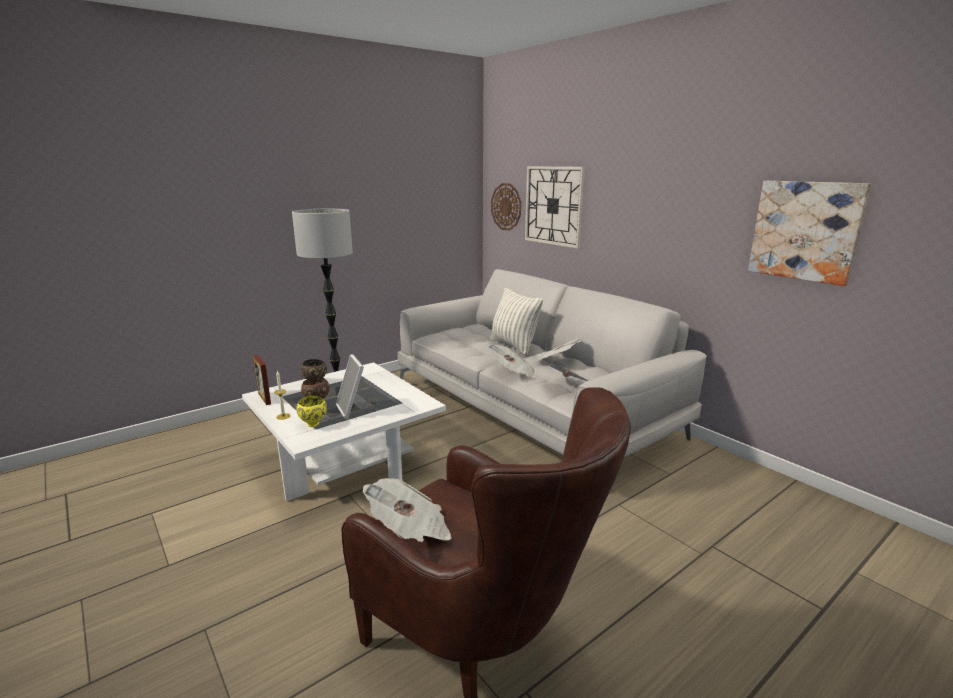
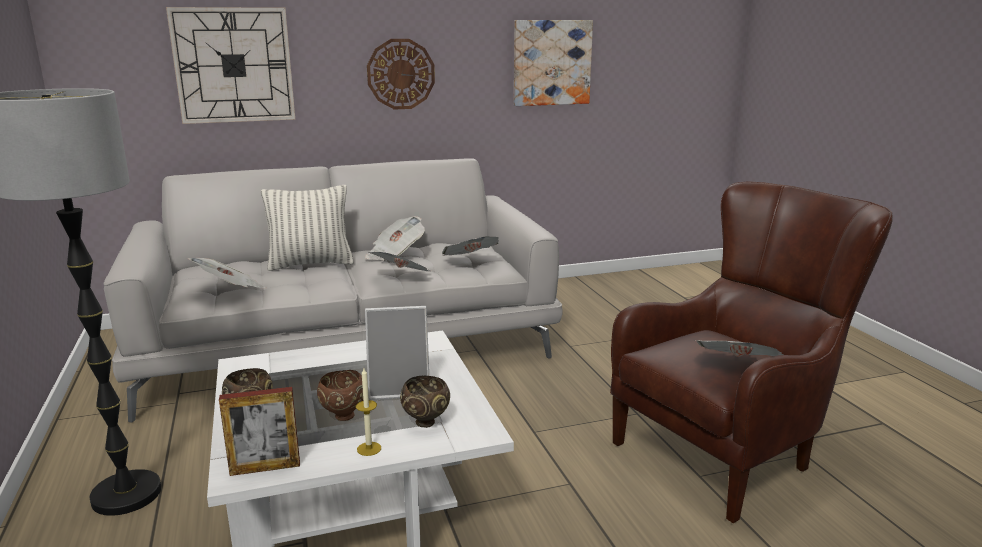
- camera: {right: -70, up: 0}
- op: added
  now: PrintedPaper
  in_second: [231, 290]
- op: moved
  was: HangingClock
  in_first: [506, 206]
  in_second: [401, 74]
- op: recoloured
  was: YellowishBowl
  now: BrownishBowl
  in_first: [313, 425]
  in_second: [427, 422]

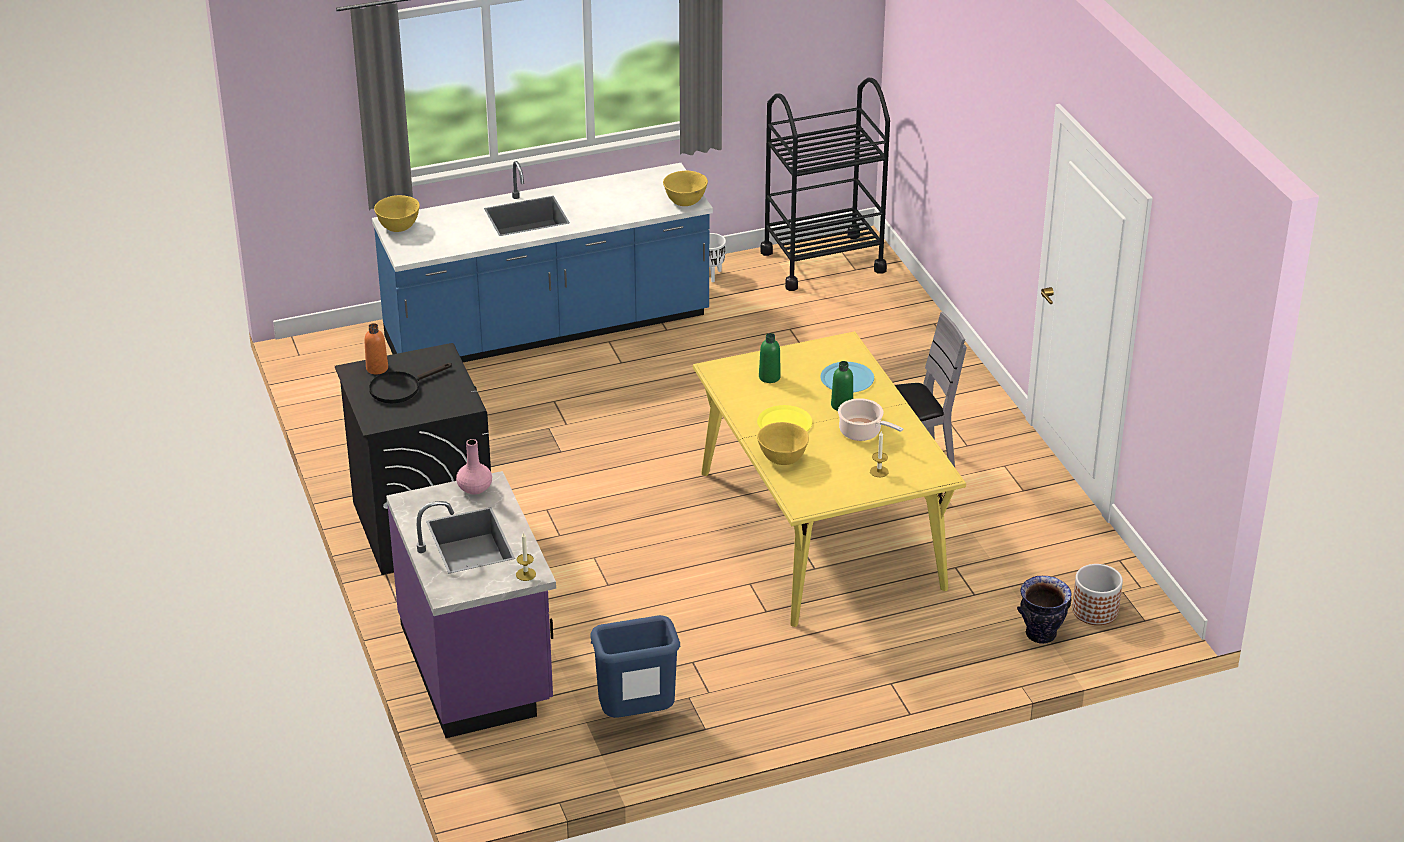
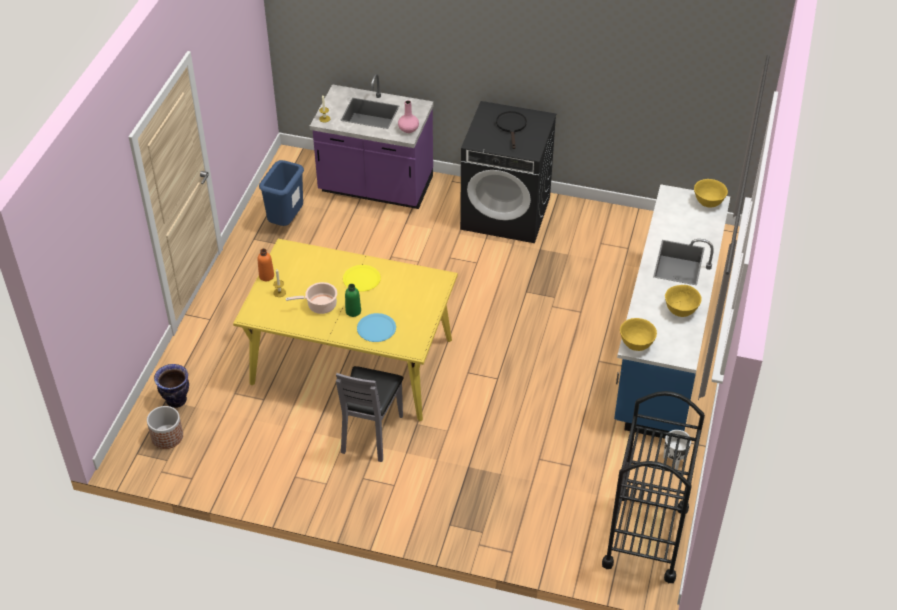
- camera: {right: 125, up: 10}
- op: removed
  was: GreenishDrinkBottle
  in_first: [769, 377]
- op: moved
  was: OrangeyDrinkBottle
  in_first: [377, 368]
  in_second: [266, 276]
- op: moved
  was: YellowishBowl
  in_first: [782, 458]
  in_second: [681, 310]

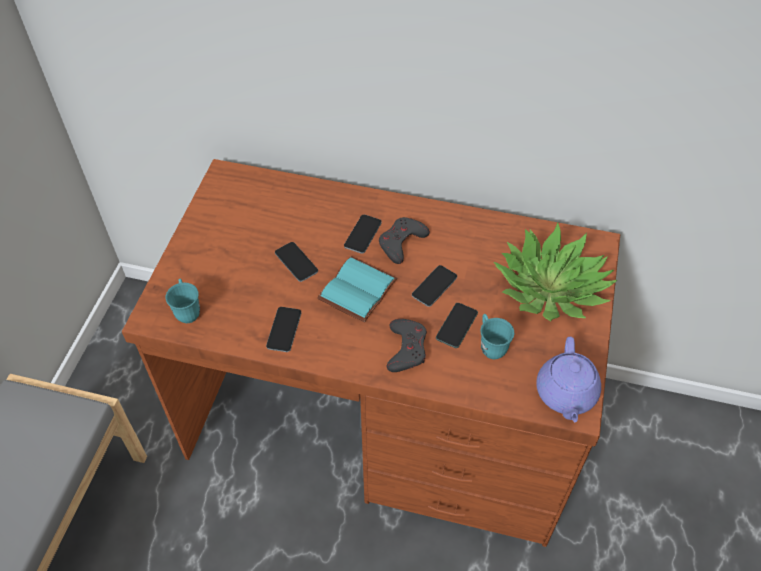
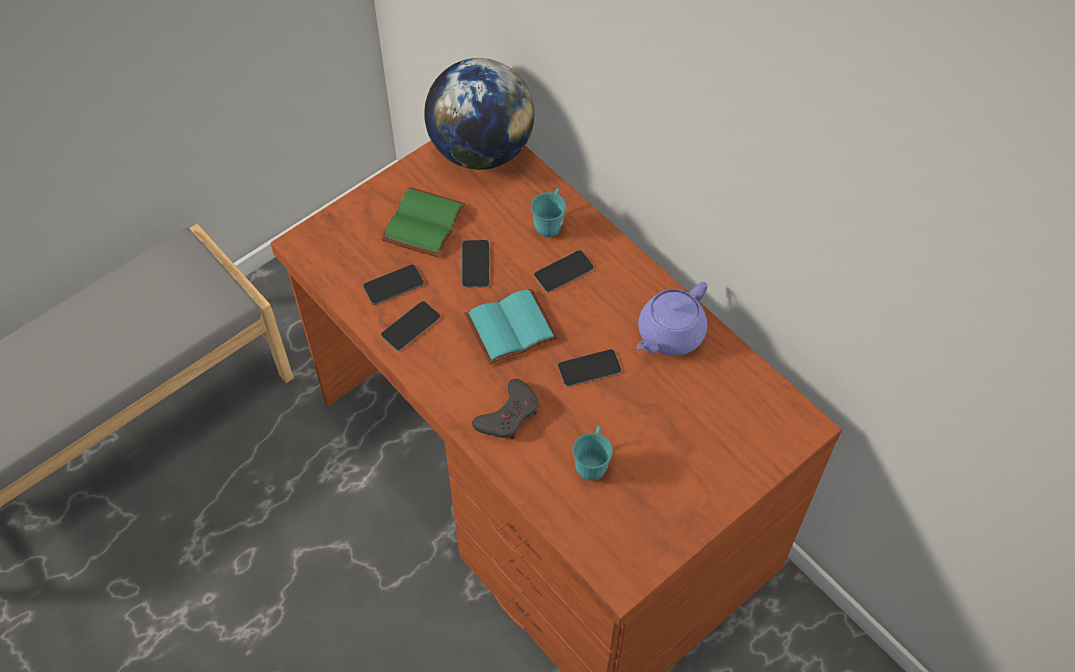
- camera: {right: 35, up: 5}
- op: removed
  was: GreyishGamepad
  in_first: [401, 242]
- op: removed
  was: PlantInAPot
  in_first: [550, 288]
- op: added
  now: GreenishBoundBook
  in_second: [425, 225]
- op: added
  now: Globe
  in_second: [481, 150]
- op: moved
  was: TurquoiseColouredMug
  in_first: [187, 310]
  in_second: [550, 223]
- op: moved
  was: Phone
  in_first: [456, 325]
  in_second: [393, 285]
- op: moved
  was: PurplishTeapot
  in_first: [565, 394]
  in_second: [669, 334]

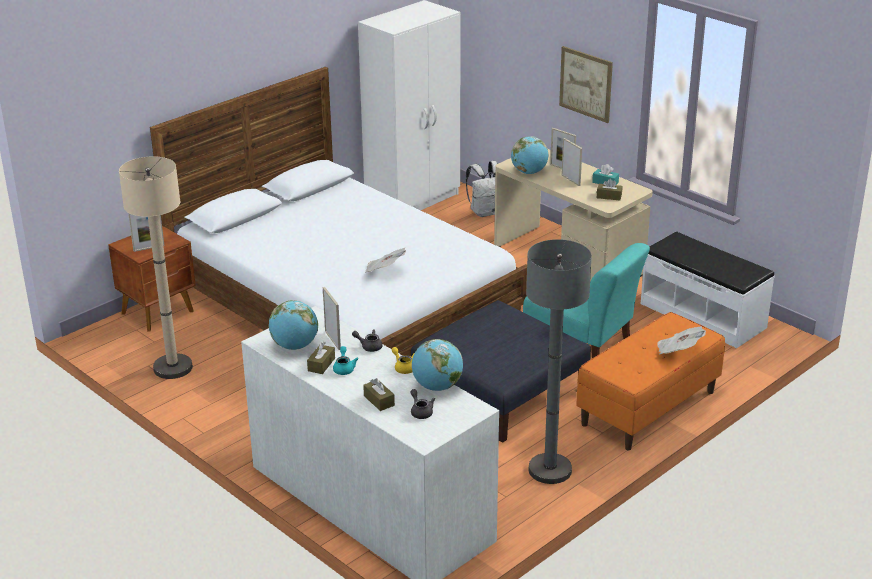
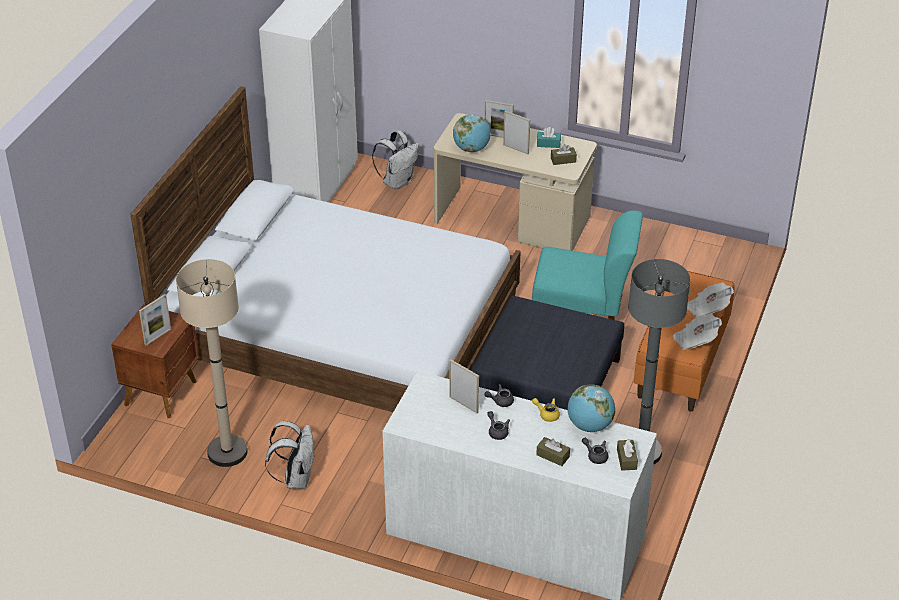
- camera: {right: -25, up: 10}
- op: removed
  was: Globe
  in_first: [295, 346]
- op: removed
  was: WallPicture
  in_first: [586, 84]
- op: removed
  was: WhiteColouredLongSeat
  in_first: [703, 315]
- op: added
  now: WhiteColouredRucksack
  in_second: [296, 478]
- op: moved
  was: BrownishTissueHolder
  in_first: [321, 364]
  in_second: [626, 459]
- op: moved
  was: PrintedPaper
  in_first: [385, 270]
  in_second: [695, 340]
- op: recoloured
  was: TurquoiseColouredTeapot
  now: GreyishTeapot
  in_first: [344, 368]
  in_second: [497, 431]

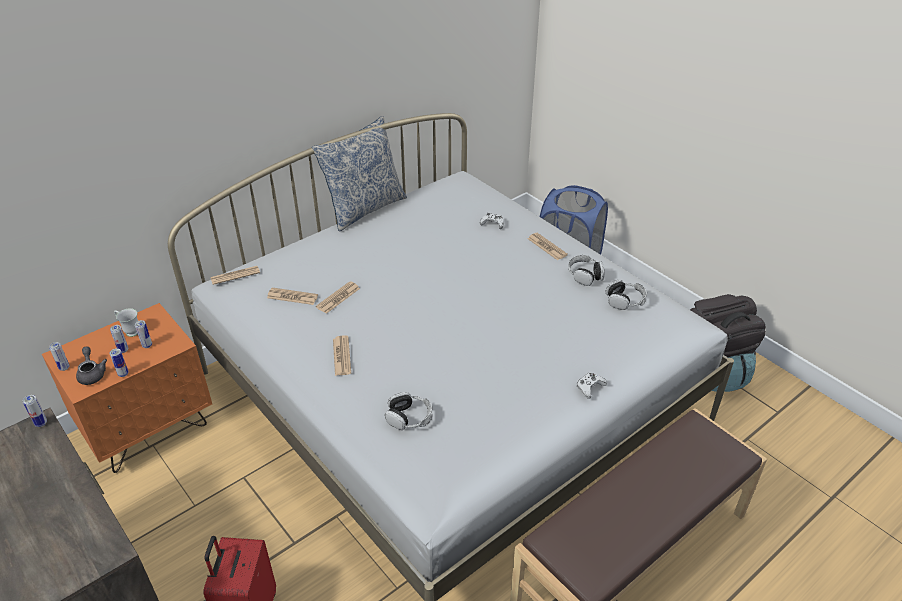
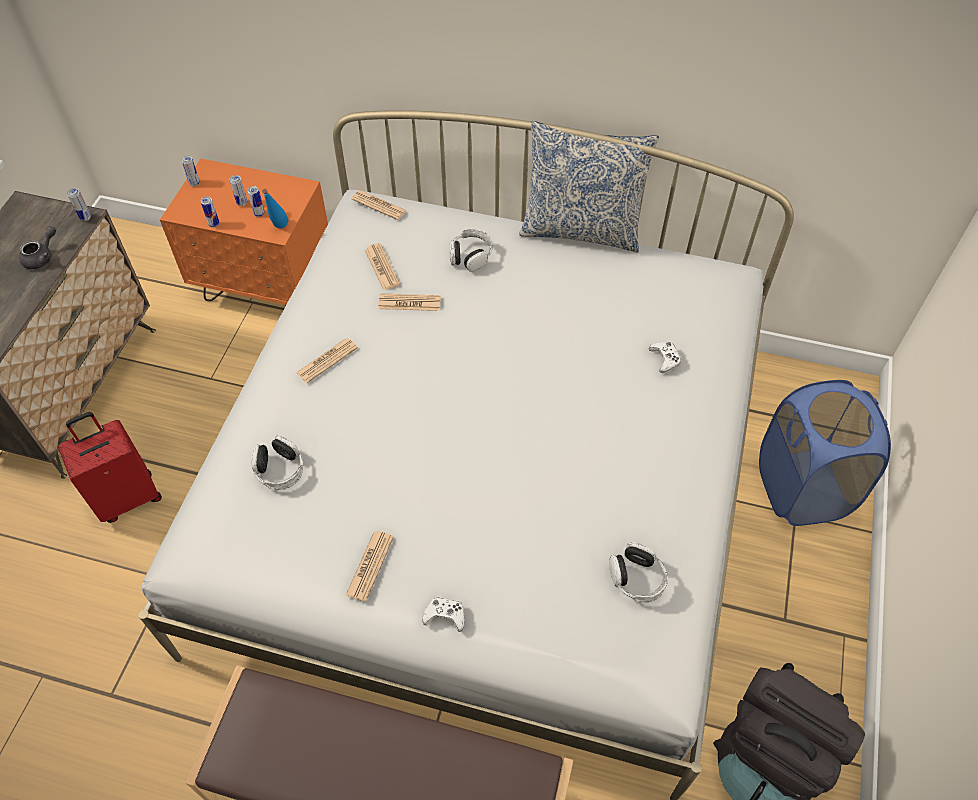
- camera: {right: 55, up: 15}
- op: removed
  was: WhiteColouredMug
  in_first: [130, 331]
- op: added
  now: BlueDrinkBottle
  in_second: [279, 230]
- op: moved
  was: GreyishTeapot
  in_first: [92, 373]
  in_second: [42, 257]
- op: moved
  was: PrintedPaper
  in_first: [547, 247]
  in_second: [370, 566]
- op: moved
  was: Headset
  in_first: [585, 275]
  in_second: [470, 256]

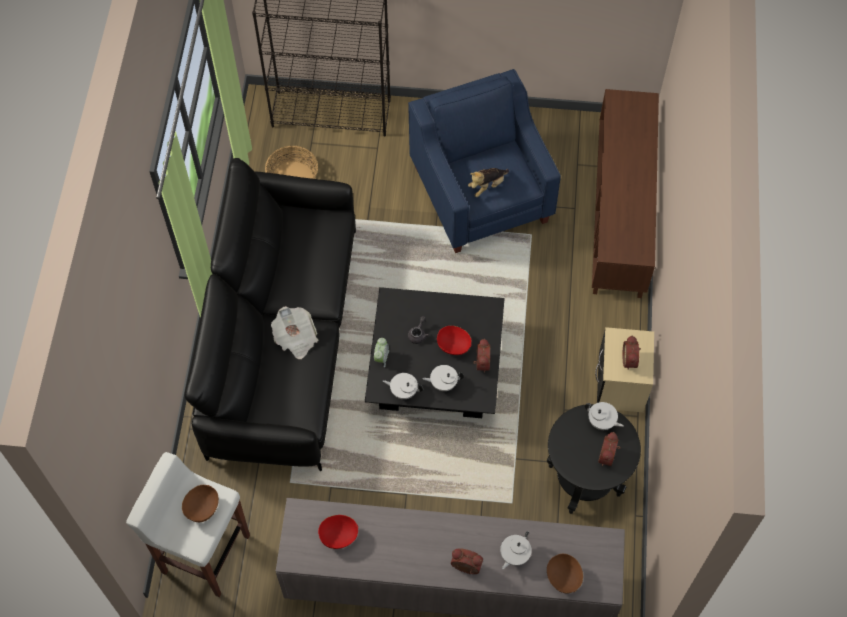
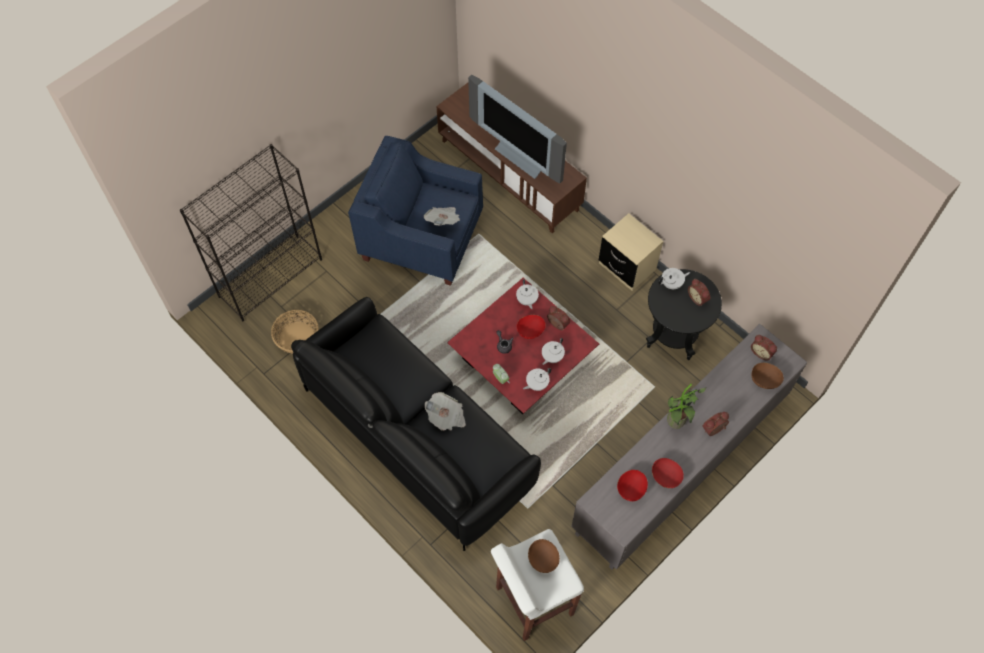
- camera: {right: -50, up: 0}
- op: added
  now: Tv
  in_second: [524, 156]
- op: added
  now: RedColouredBowl
  in_second: [665, 477]
- op: added
  now: PlantInAPot
  in_second: [676, 423]
- op: moved
  was: WhiteColouredTeapot
  in_first: [514, 555]
  in_second: [526, 300]
- op: moved
  was: AlarmClock
  in_first: [630, 360]
  in_second: [762, 352]
- op: replaced
  was: CuddlyToy
  now: PrintedPaper
  in_first: [487, 186]
  in_second: [443, 221]
- op: recoloured
  was: BlackColouredCoffeeTable
  now: RedColouredCoffeeTable
  in_first: [434, 366]
  in_second: [521, 359]

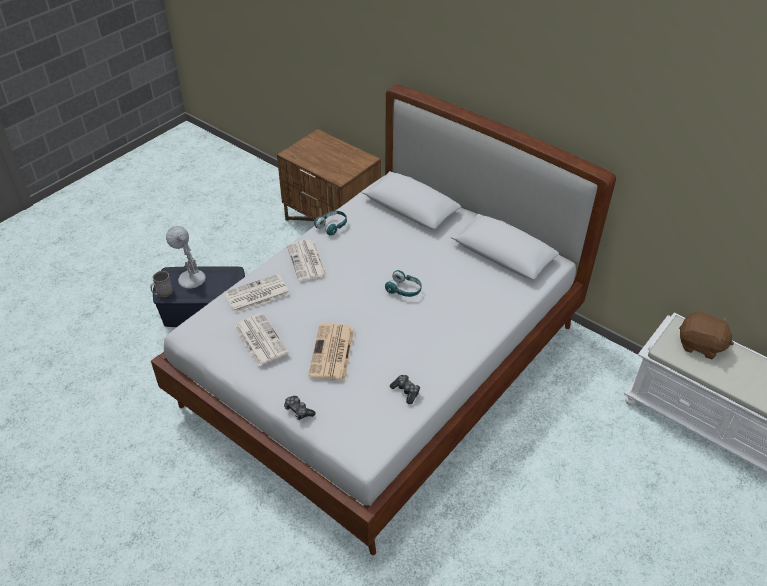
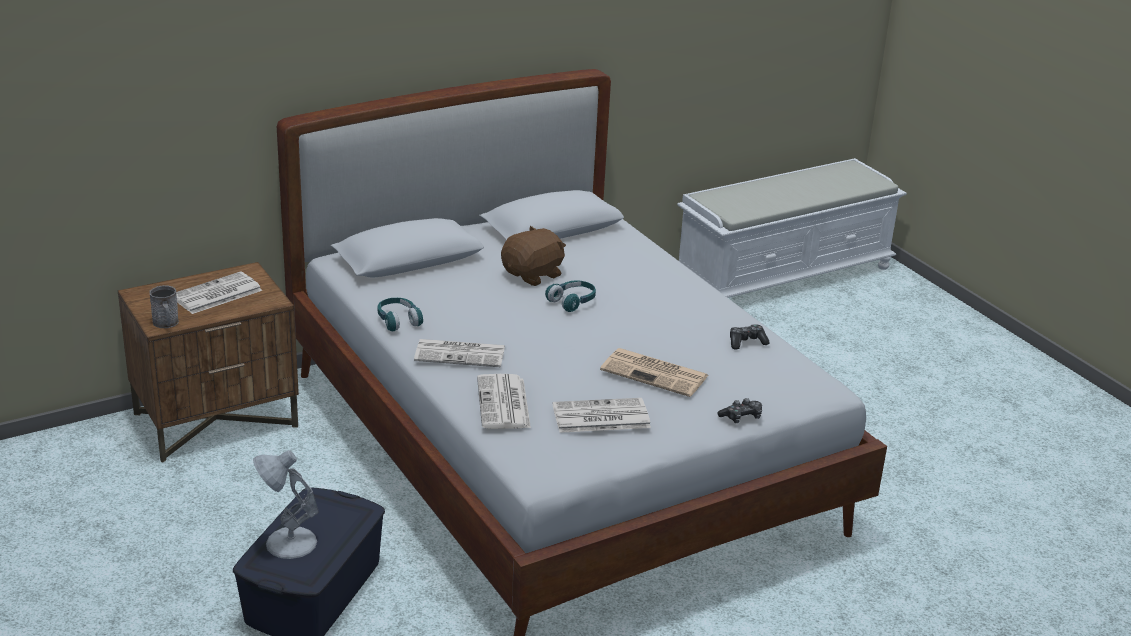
- camera: {right: -70, up: -15}
- op: added
  now: PrintedPaper
  in_second: [216, 294]
- op: moved
  was: GreyishMug
  in_first: [162, 293]
  in_second: [166, 323]
- op: moved
  was: BrownishCuddlyToy
  in_first: [700, 345]
  in_second: [533, 275]

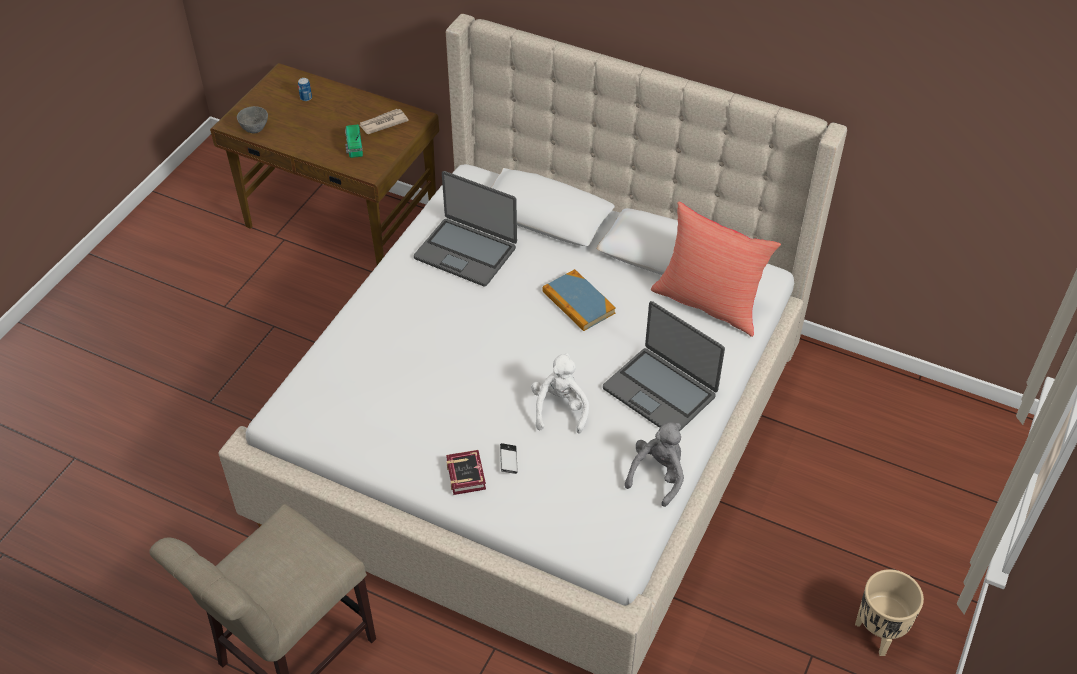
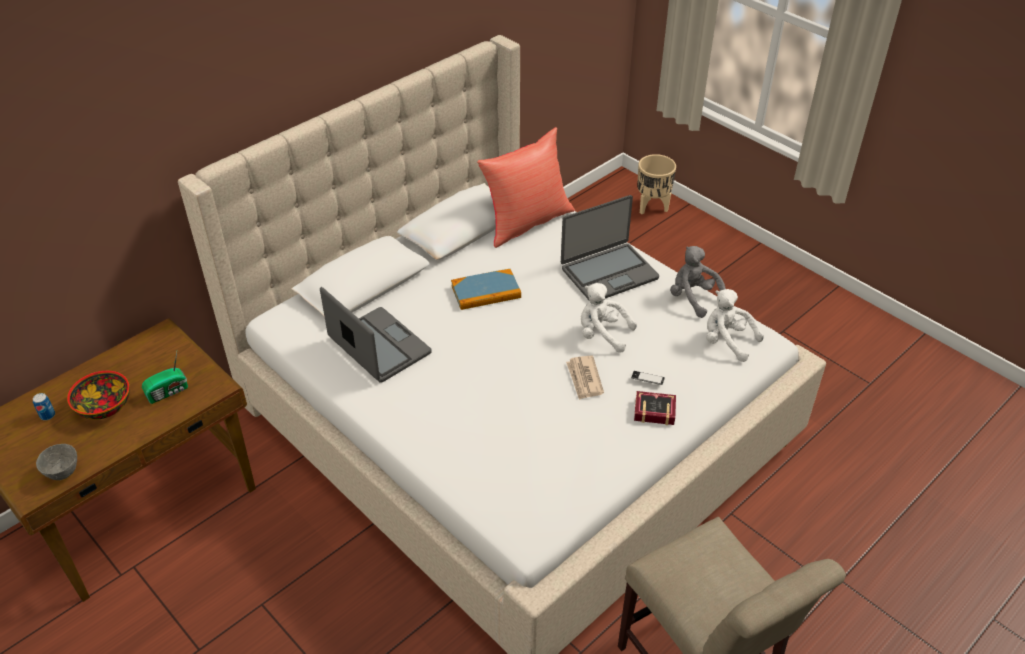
- camera: {right: -70, up: -5}
- op: added
  now: Bowl
  in_second: [104, 407]
- op: added
  now: WhiteColouredCuddlyToy
  in_second: [727, 341]
- op: moved
  was: PrintedPaper
  in_first: [383, 123]
  in_second: [584, 379]
- op: moved
  was: SandColouredPlanter
  in_first: [878, 633]
  in_second: [651, 207]
- op: turned
  was: RadioReceiver
  in_first: [354, 148]
  in_second: [169, 392]
  clockwise: -45
- op: turned
  was: PortableComputer
  in_first: [466, 252]
  in_second: [378, 347]
  clockwise: -90

